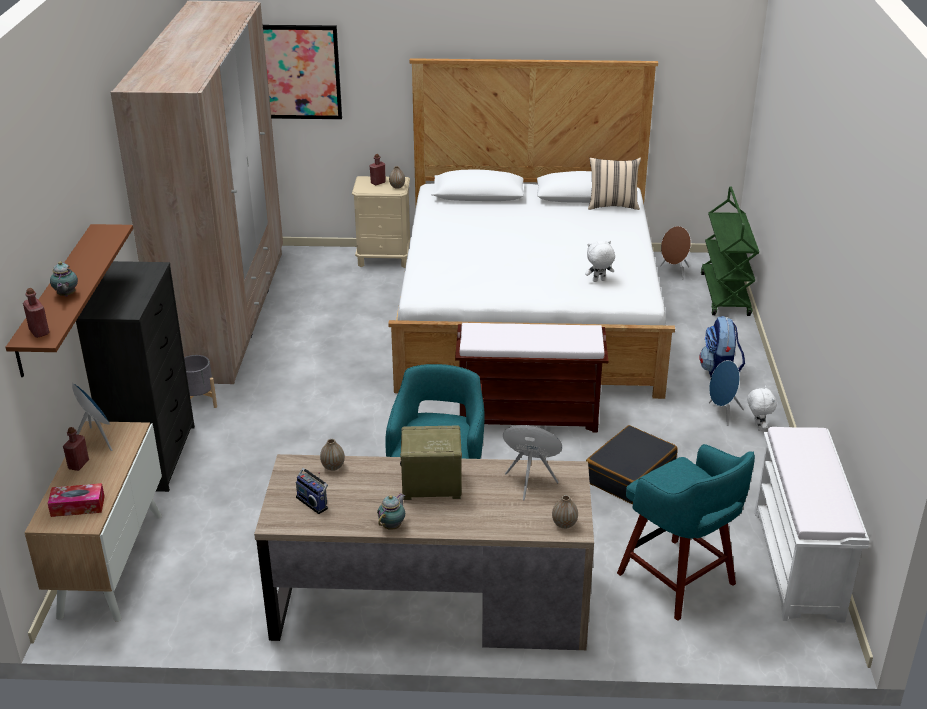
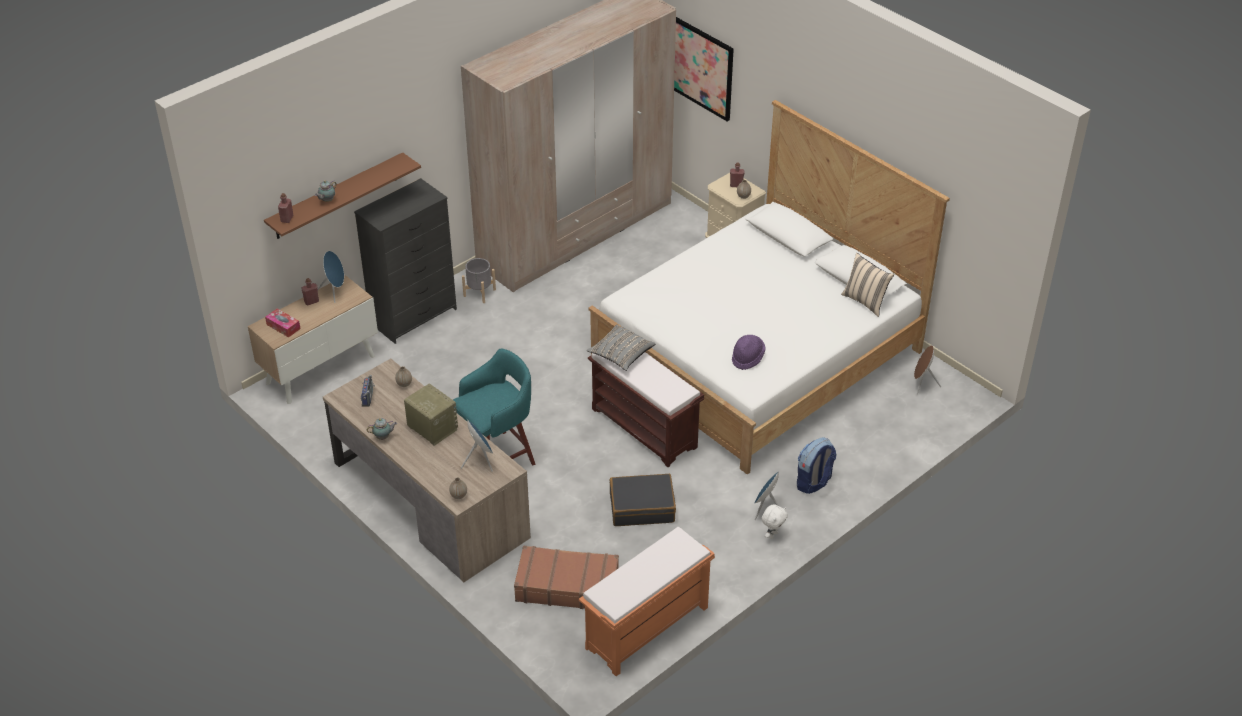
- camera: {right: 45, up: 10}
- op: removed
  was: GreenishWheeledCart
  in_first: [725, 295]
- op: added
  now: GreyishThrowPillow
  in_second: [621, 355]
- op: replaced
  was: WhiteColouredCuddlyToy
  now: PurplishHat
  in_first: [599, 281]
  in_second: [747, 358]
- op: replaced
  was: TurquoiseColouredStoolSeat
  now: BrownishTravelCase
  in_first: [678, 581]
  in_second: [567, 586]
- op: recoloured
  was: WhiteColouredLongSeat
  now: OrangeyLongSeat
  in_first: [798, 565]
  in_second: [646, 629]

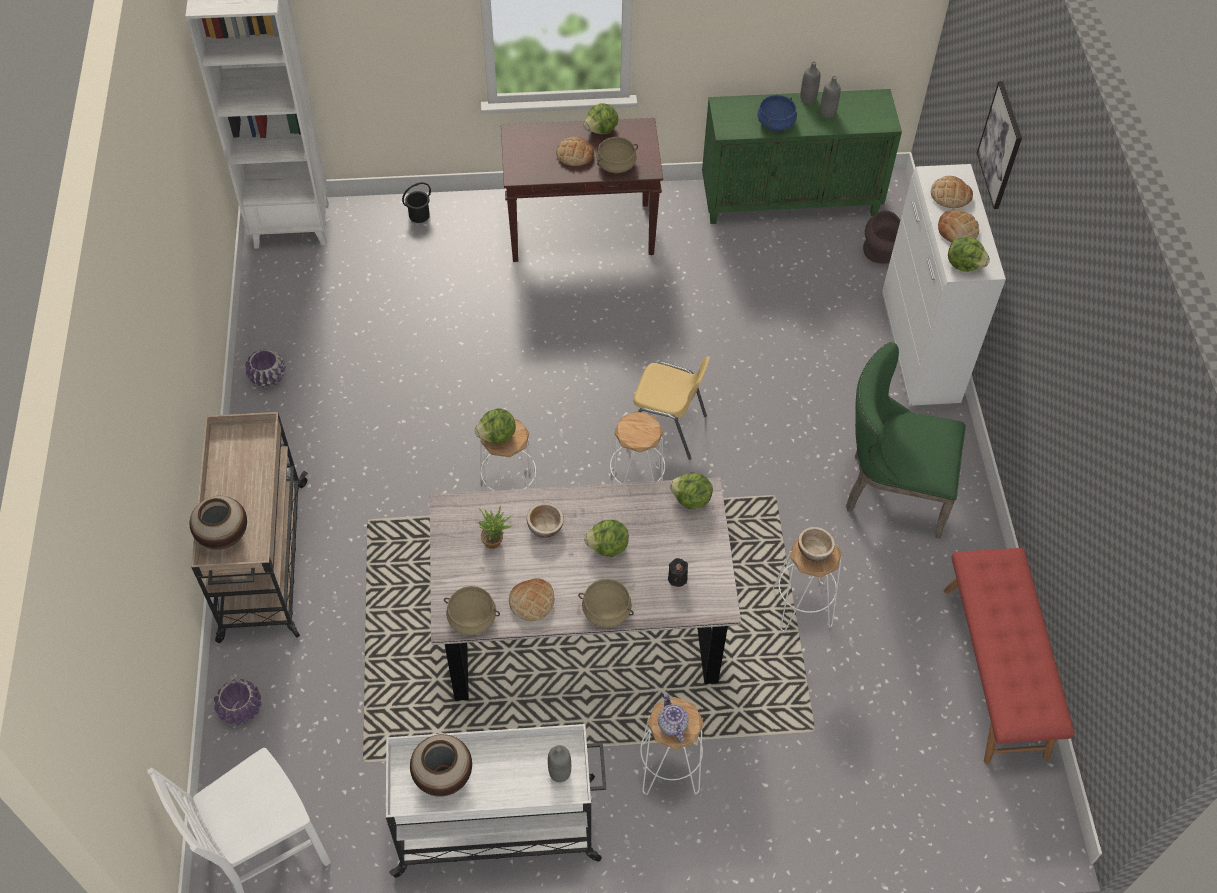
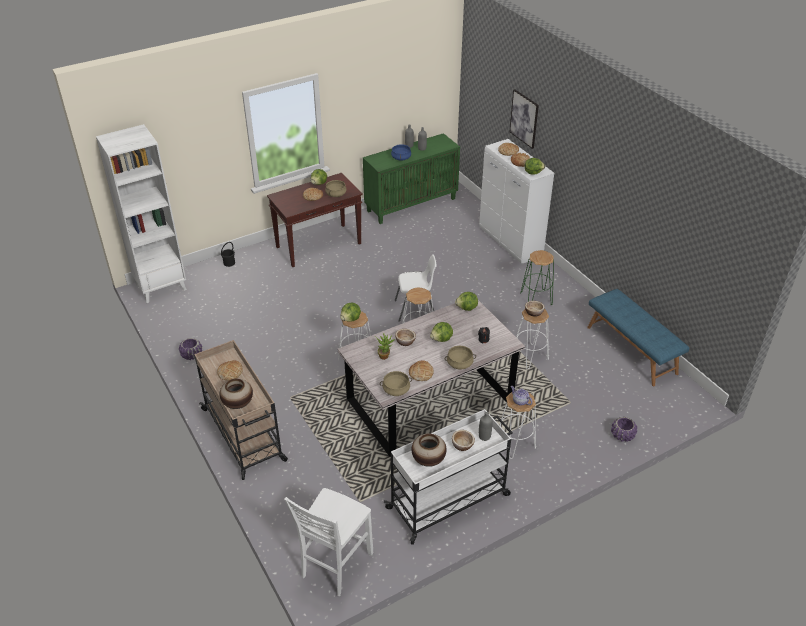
- camera: {right: -25, up: -15}
- op: removed
  was: BrownishDecorativeVase
  in_first: [880, 254]
- op: added
  now: BakedBread
  in_second: [230, 372]
- op: added
  now: Bowl
  in_second: [462, 445]
- op: moved
  was: PurplishPlanter
  in_first: [241, 709]
  in_second: [622, 435]
- op: replaced
  was: GreenishUprightChair
  now: GreenishStoolSeat
  in_first: [889, 490]
  in_second: [536, 298]
- op: recoloured
  was: YellowishUprightChair
  now: WhiteColouredUprightChair
  in_first: [666, 429]
  in_second: [416, 309]
- op: recoloured
  was: RedColouredLongSeat
  now: BlueLongSeat
  in_first: [996, 671]
  in_second: [632, 350]

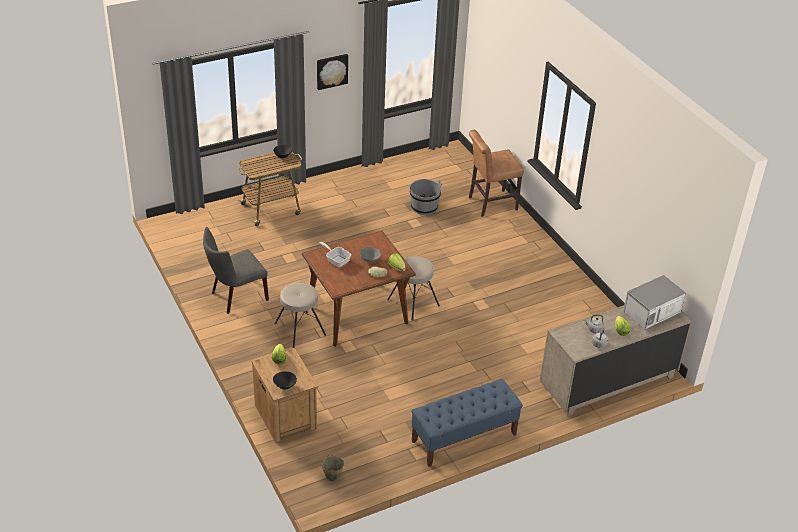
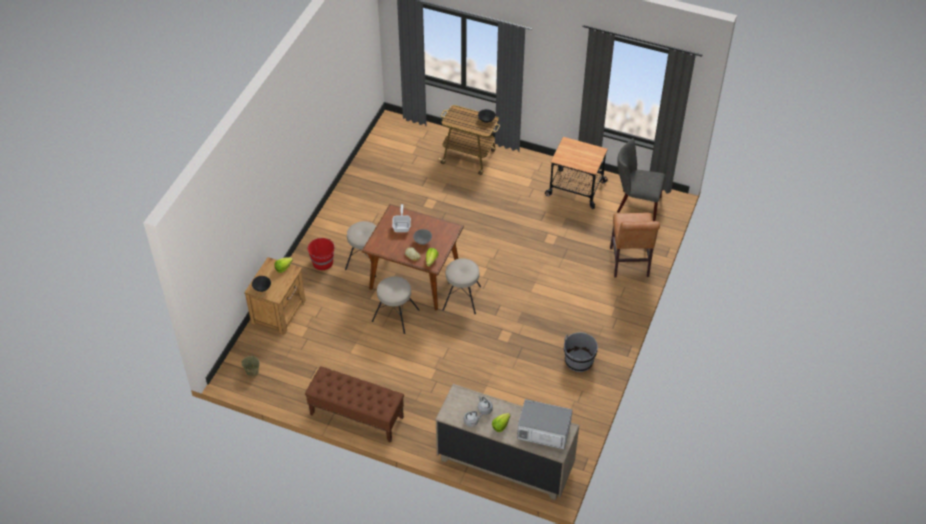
- camera: {right: 50, up: 10}
- op: removed
  was: WallPicture
  in_first: [331, 71]
- op: added
  now: RedColouredPail
  in_second: [323, 262]
- op: added
  now: SandColouredStoolSeat
  in_second: [395, 316]
- op: added
  now: WheeledCart
  in_second: [576, 188]
- op: moved
  was: GreyishUprightChair
  in_first: [236, 297]
  in_second: [635, 204]
- op: moved
  was: GreyishPail
  in_first: [424, 207]
  in_second: [579, 361]
- op: recoloured
  was: BlueLongSeat
  now: BrownishLongSeat
  in_first: [463, 438]
  in_second: [356, 416]
- op: turned
  was: BrownishUprightChair
  in_first: [490, 204]
  in_second: [629, 264]
  clockwise: -120

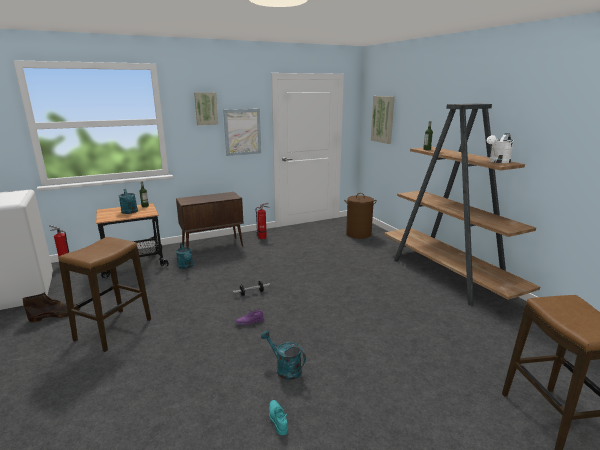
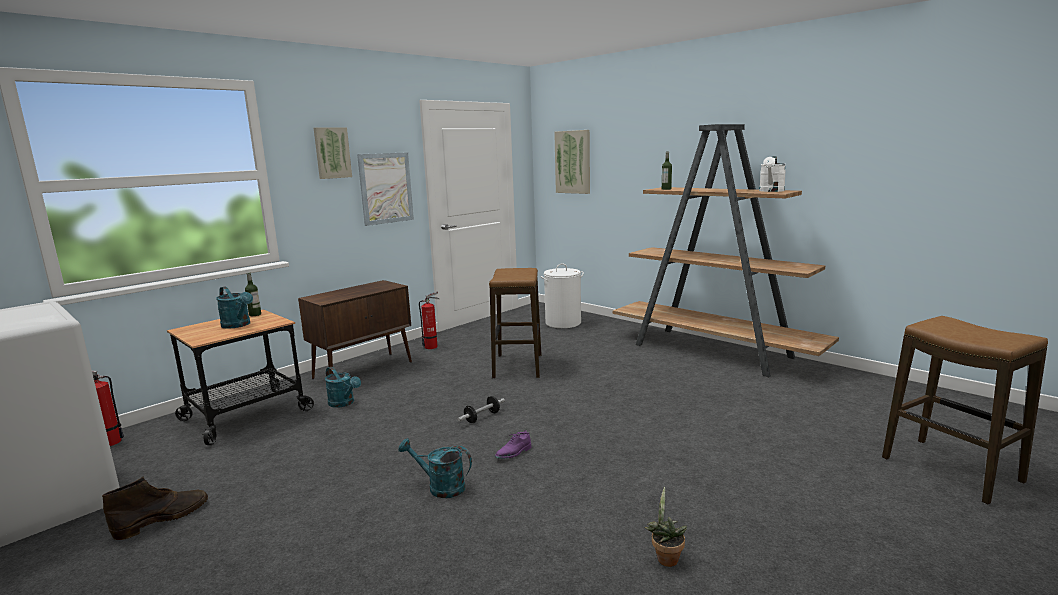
- camera: {right: -20, up: -5}
- op: moved
  was: StoolSeat
  in_first: [114, 330]
  in_second: [517, 366]
- op: moved
  was: TurquoiseColouredWateringPot
  in_first: [285, 369]
  in_second: [440, 487]
- op: replaced
  was: TurquoiseColouredShoe
  now: PlantInAPot
  in_first: [277, 419]
  in_second: [665, 558]
- op: recoloured
  was: BrownishHamper
  now: WhiteColouredHamper
  in_first: [358, 234]
  in_second: [563, 323]

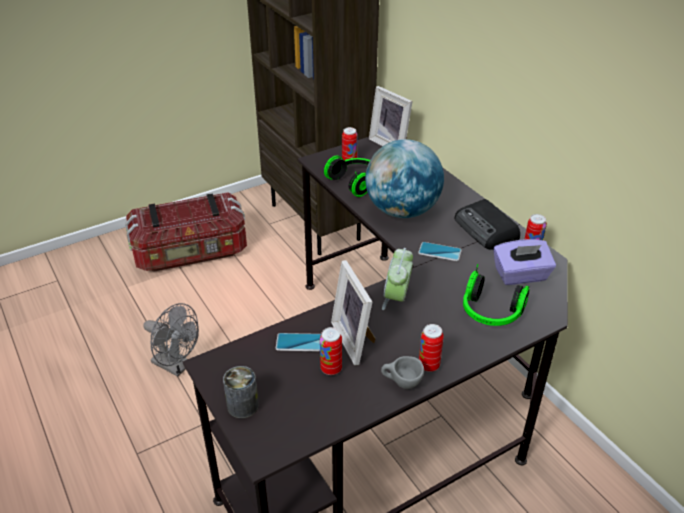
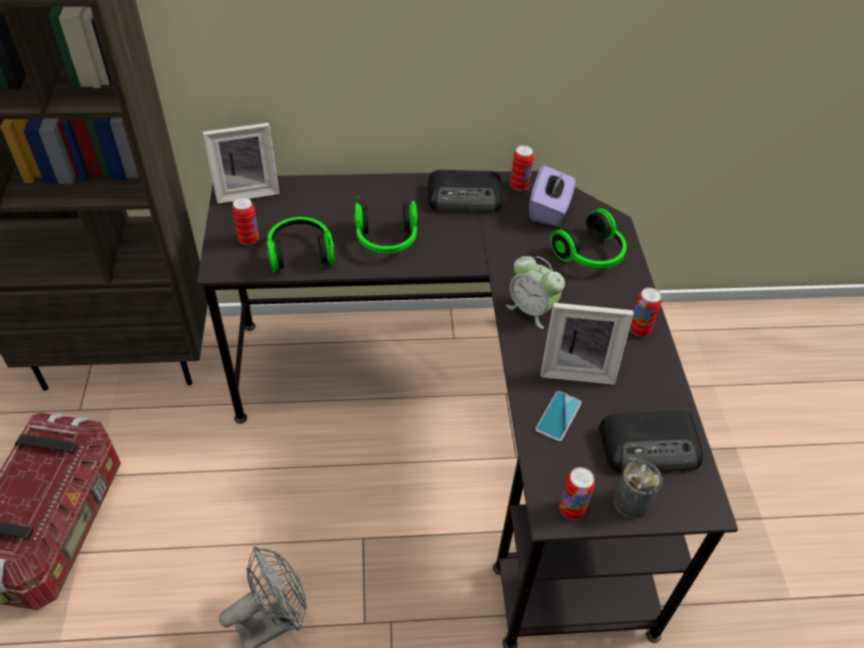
- camera: {right: -65, up: 10}
- op: removed
  was: GreyishDrinkingCup
  in_first: [401, 384]
- op: removed
  was: Phone
  in_first: [439, 252]
- op: added
  now: RadioReceiver
  in_second: [651, 446]
- op: moved
  was: SealedCan
  in_first: [331, 369]
  in_second: [571, 509]
- op: replaced
  was: Globe
  now: Headset
  in_first: [402, 211]
  in_second: [386, 241]

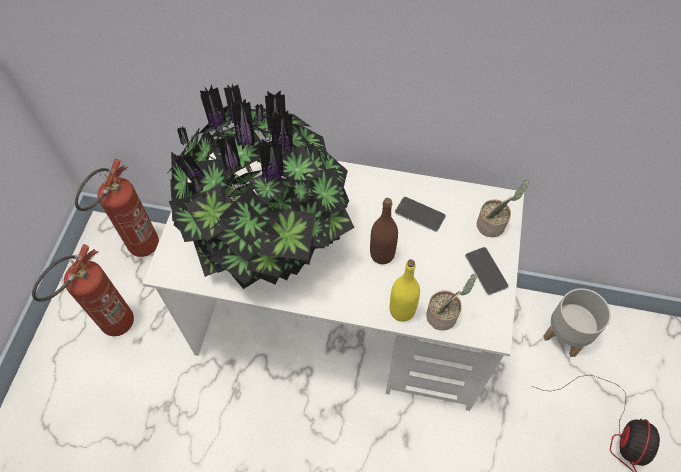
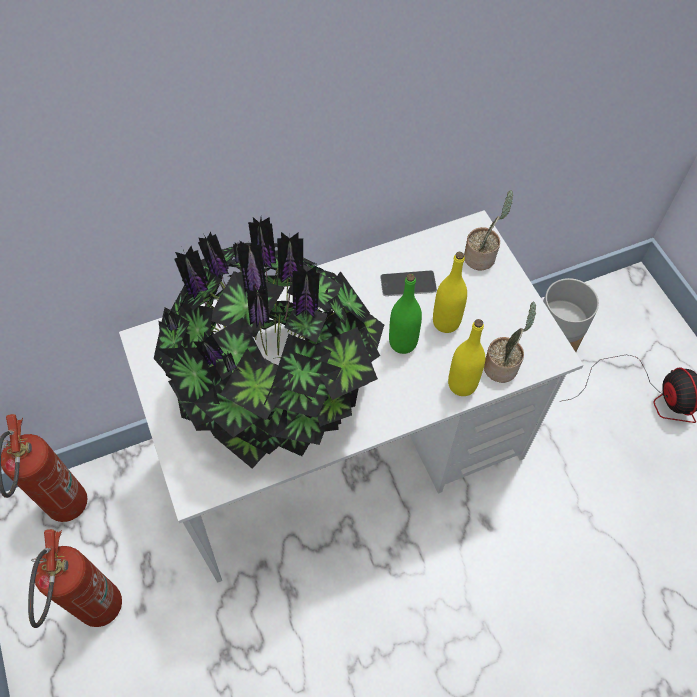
- camera: {right: -35, up: 0}
- op: removed
  was: Phone
  in_first: [486, 271]
- op: added
  now: YellowishDrinkBottle
  in_second: [446, 322]
- op: recoloured
  was: BrownishDrinkBottle
  now: GreenishDrinkBottle
  in_first: [382, 254]
  in_second: [403, 342]

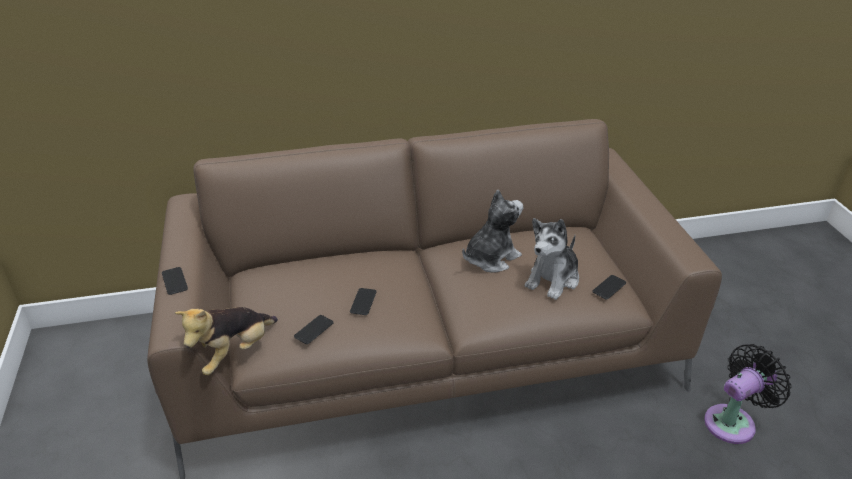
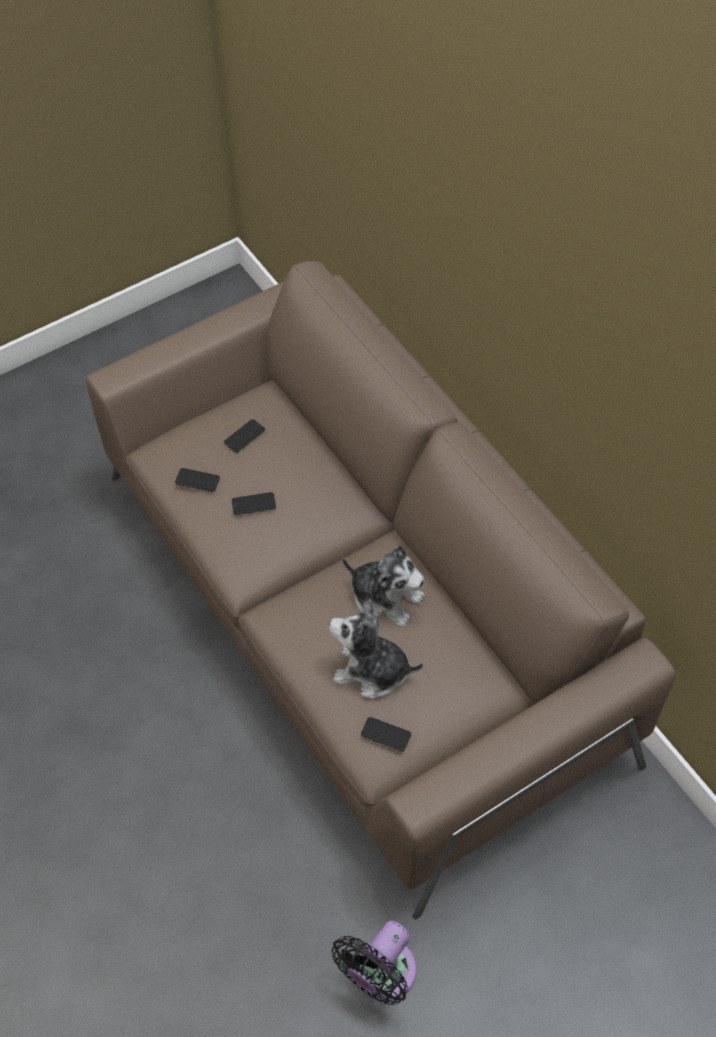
- camera: {right: 70, up: 20}
- op: removed
  was: CuddlyToy
  in_first: [233, 353]
- op: moved
  was: Phone
  in_first: [174, 281]
  in_second: [244, 436]
- op: turned
  was: BlackColouredElectricFan
  in_first: [733, 422]
  in_second: [381, 975]
  clockwise: 90

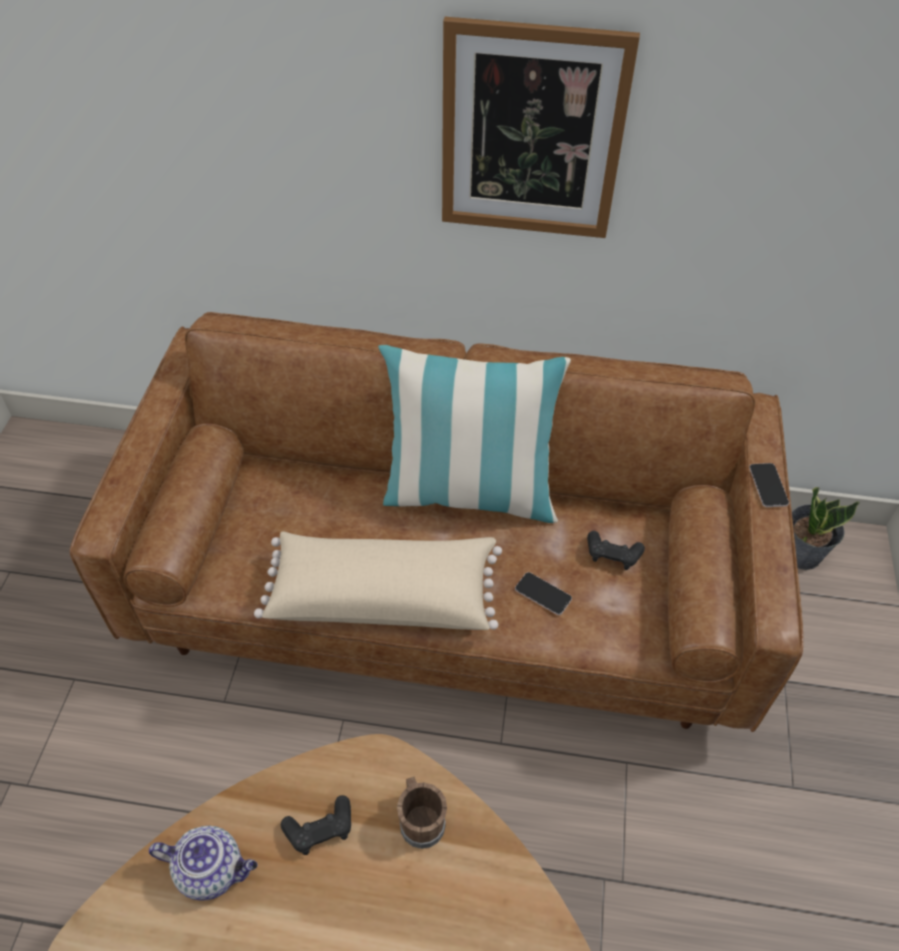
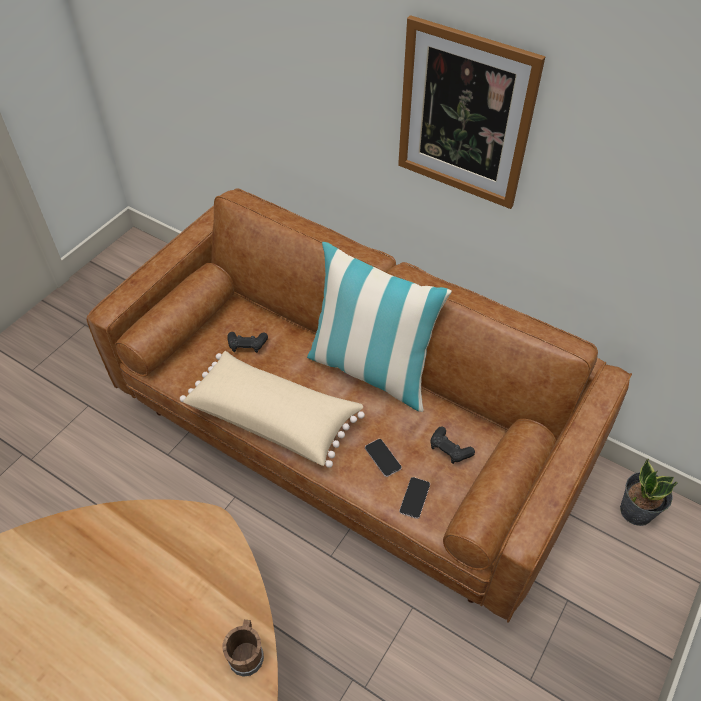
- camera: {right: 25, up: 0}
- op: removed
  was: Teapot
  in_first: [212, 870]
- op: moved
  was: BlackColouredGamepad
  in_first: [320, 829]
  in_second: [247, 345]
- op: moved
  was: BrownishMug
  in_first: [420, 820]
  in_second: [247, 653]
- op: moved
  was: Phone
  in_first: [768, 485]
  in_second: [414, 498]

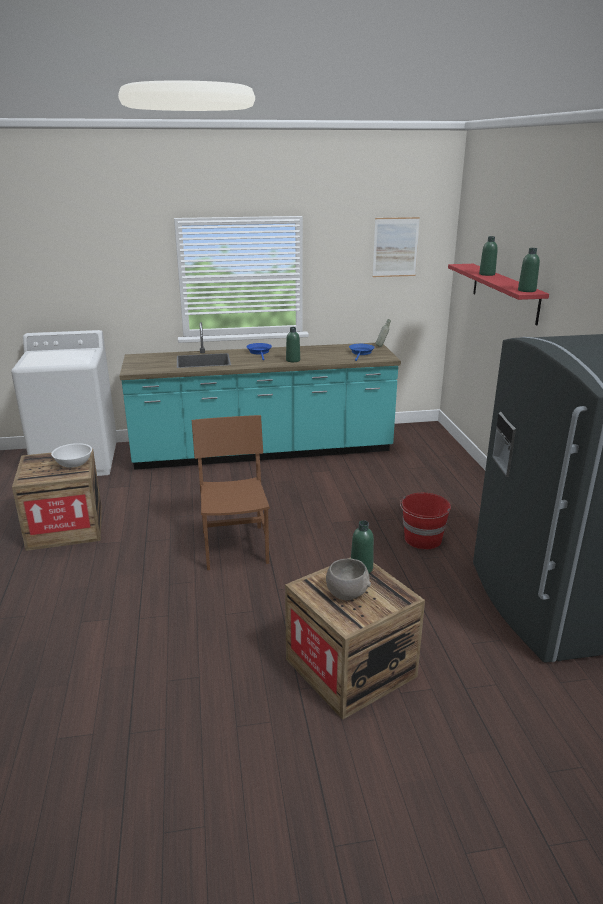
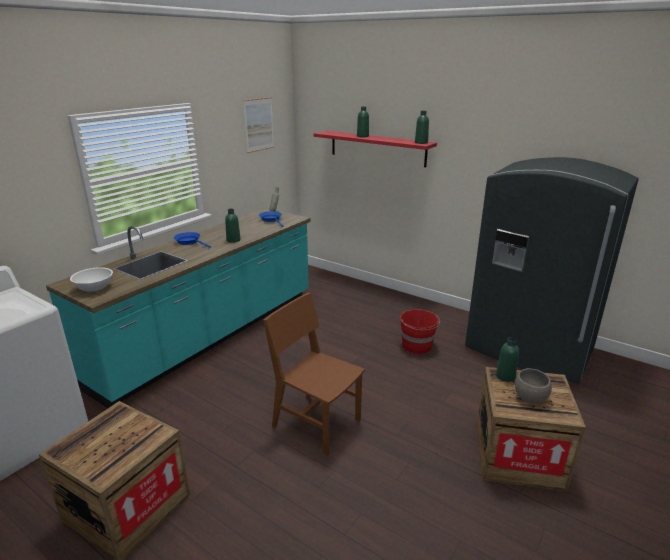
- camera: {right: -45, up: 0}
- op: moved
  was: WhiteColouredBowl
  in_first: [73, 464]
  in_second: [94, 288]

